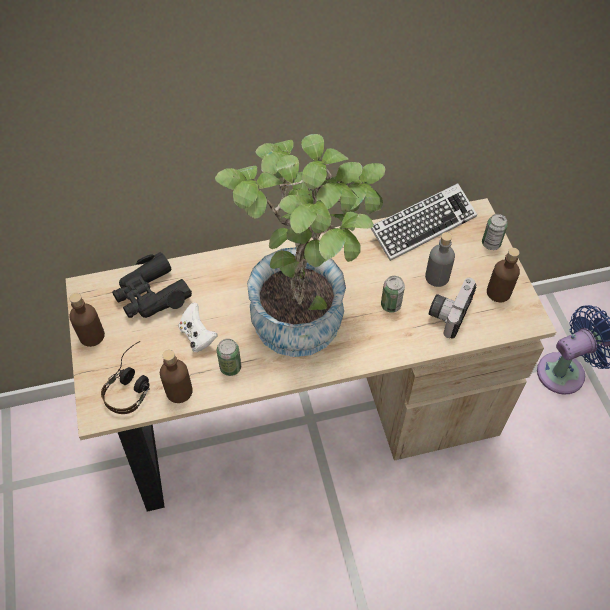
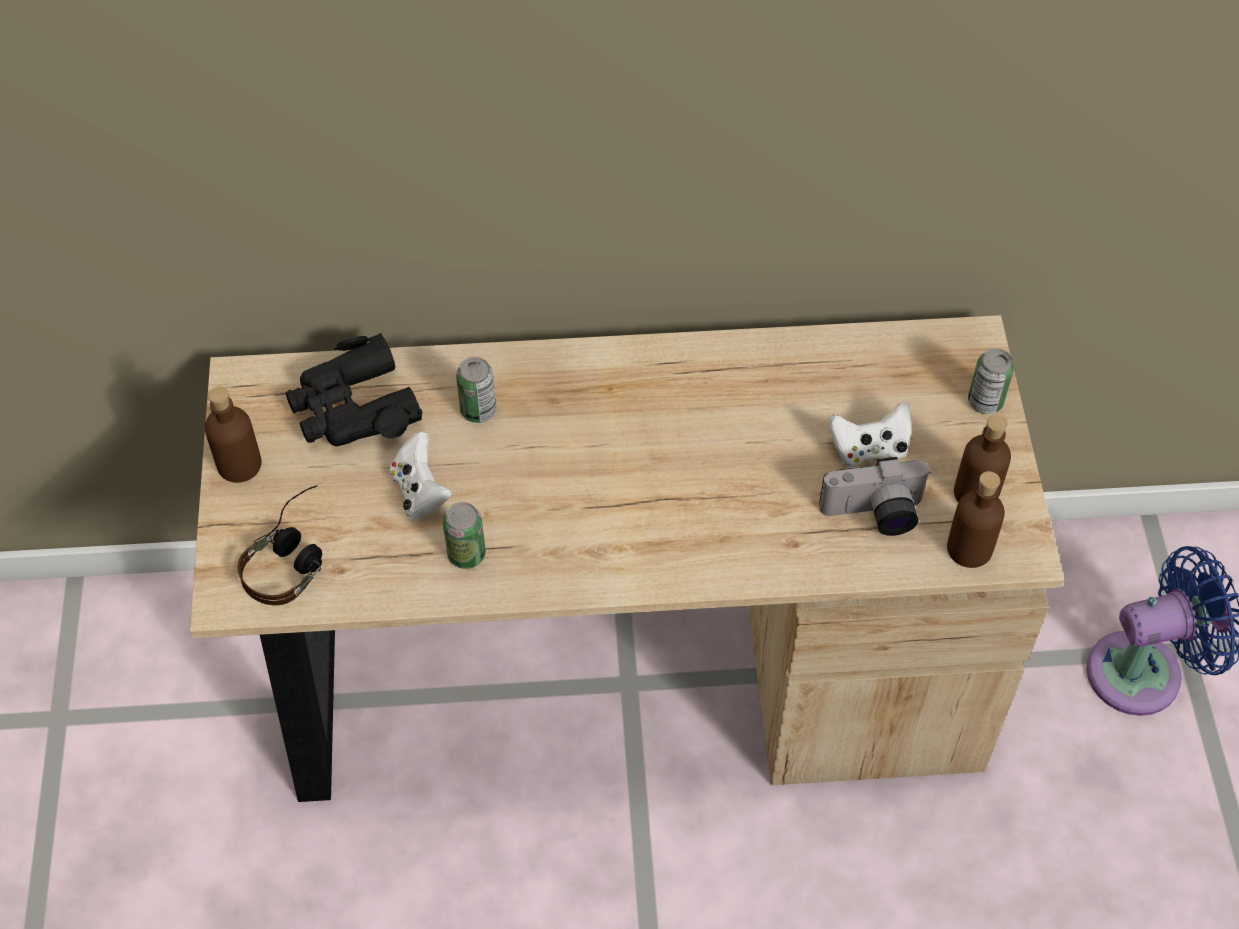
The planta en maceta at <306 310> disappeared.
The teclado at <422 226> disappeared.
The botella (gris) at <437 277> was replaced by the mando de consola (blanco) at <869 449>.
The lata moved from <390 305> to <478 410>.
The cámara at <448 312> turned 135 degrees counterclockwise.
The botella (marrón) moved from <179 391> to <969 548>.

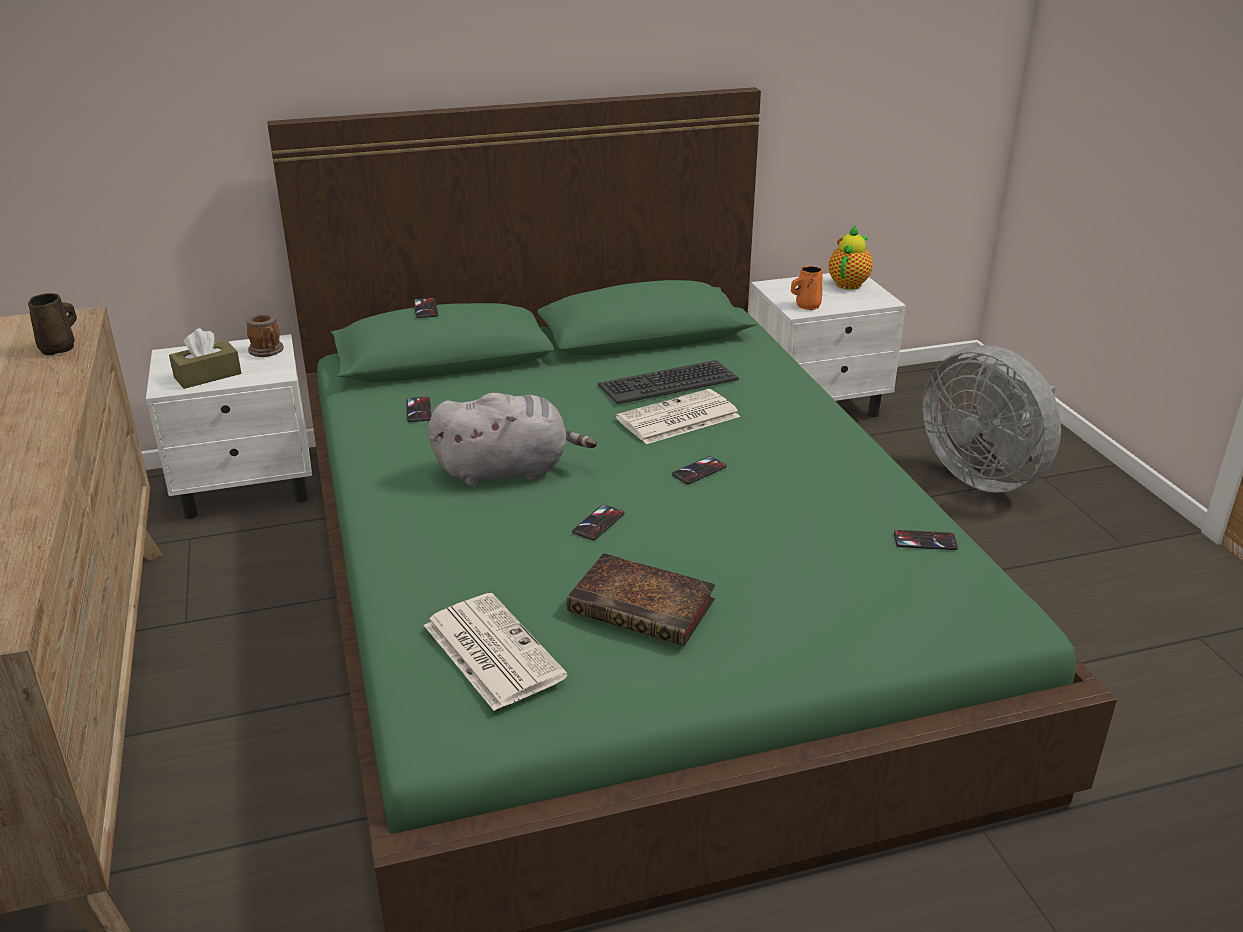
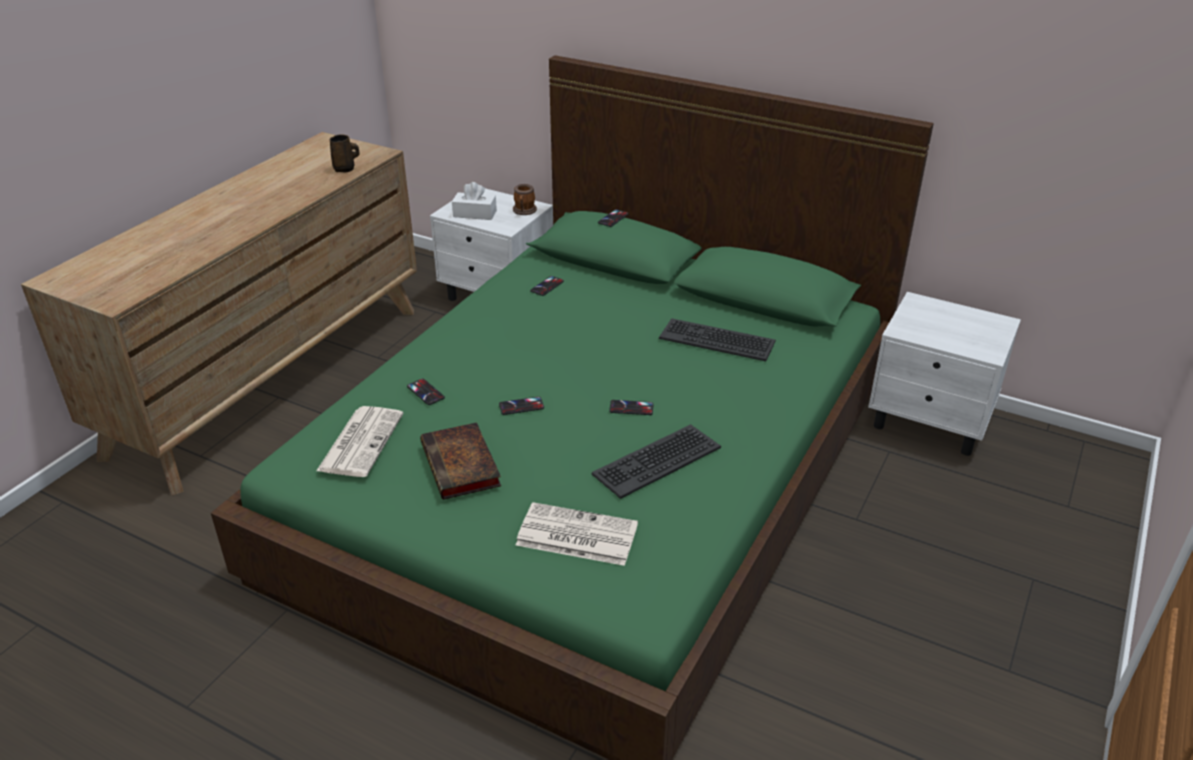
The tetera at <849 283> disappeared.
The taza grande (naranja) at <806 306> disappeared.
The caja de pañuelos (marrón) at <207 375> became the caja de pañuelos (blanco) at <475 214>.
The ventilador (gris) at <984 475> disappeared.
The periódico moved from <677 419> to <575 535>.
The peluche (gris) at <508 471> disappeared.
The móvil moved from <925 541> to <425 392>.
The teclado at <656 461> appeared.

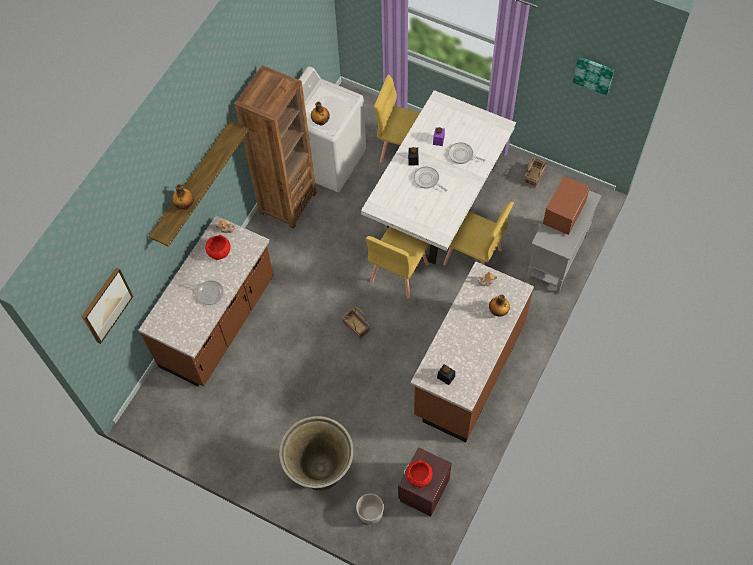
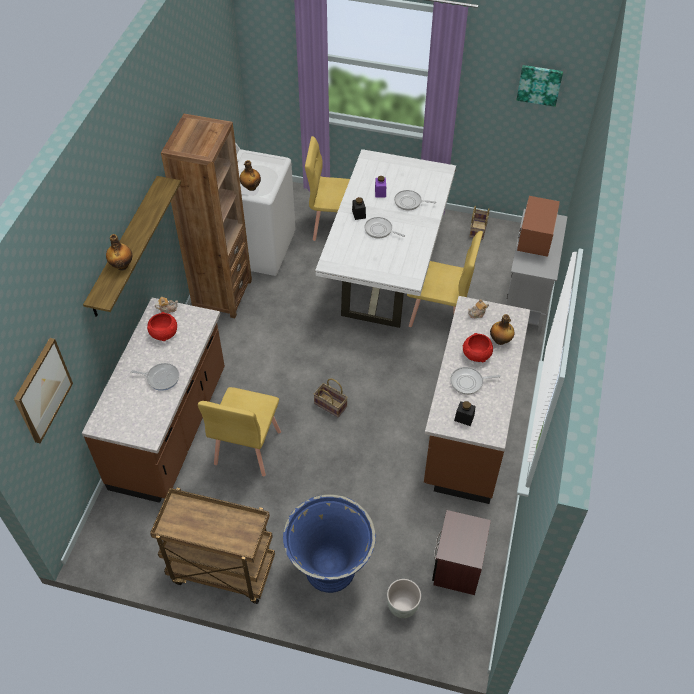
The silla (amarillo) moved from <398 272> to <247 448>.
The maceta (gris) at <320 472> became the maceta (azul) at <330 570>.
The cuenco (rojo) moved from <419 476> to <476 354>.
The sartén at <468 382> appeared.
The carrito (marrón) at <221 571> appeared.

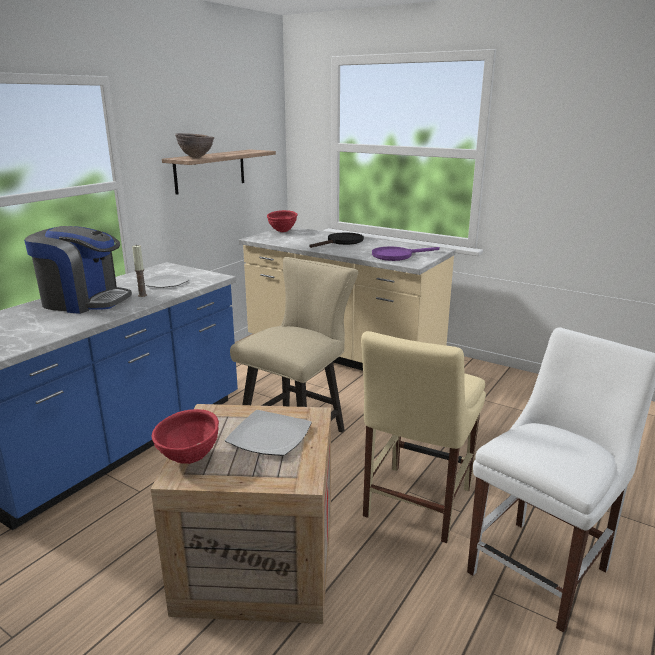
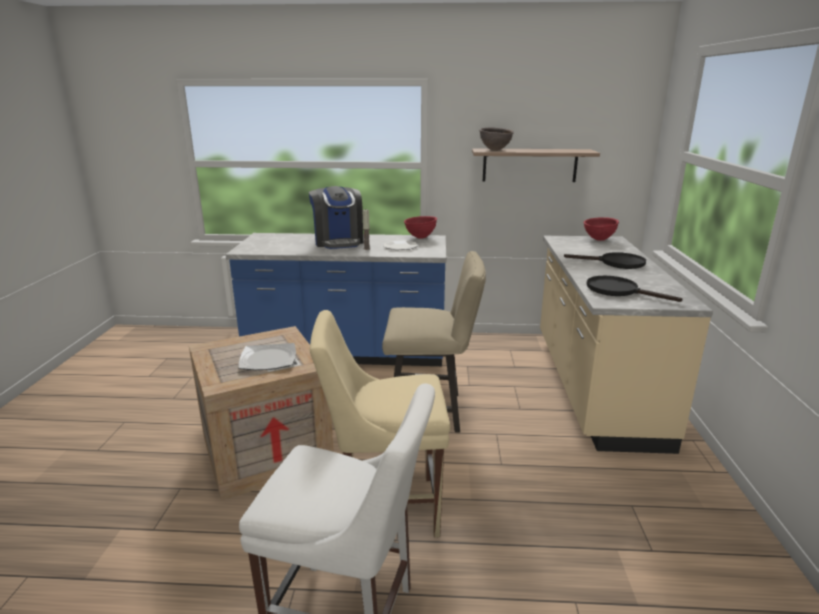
The sartén (morado) at <397 256> became the sartén (negro) at <619 291>.
The cuenco (rojo) moved from <189 459> to <420 237>.

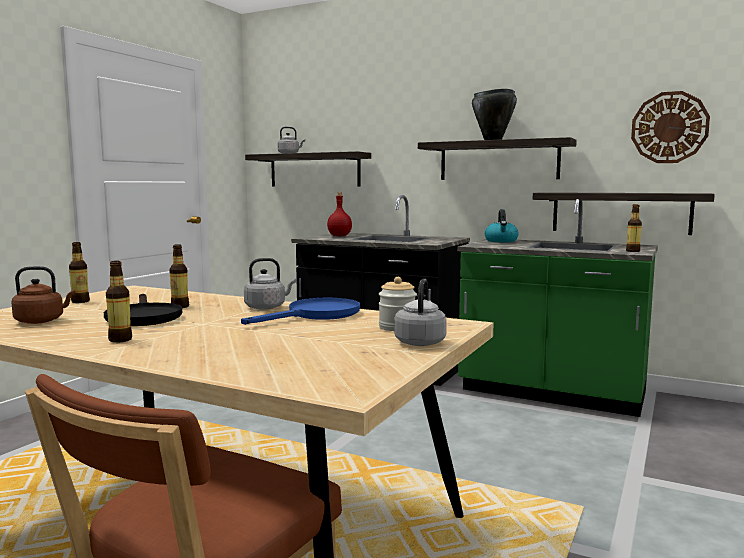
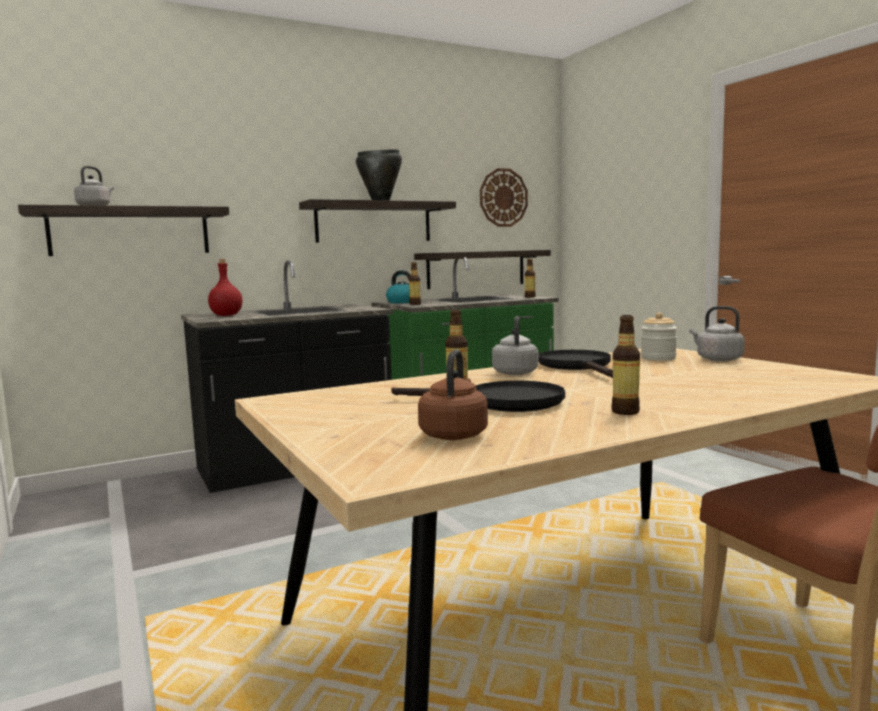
The botella moved from <80 301> to <415 304>.
The sartén (azul) at <316 315> became the sartén (negro) at <578 366>.

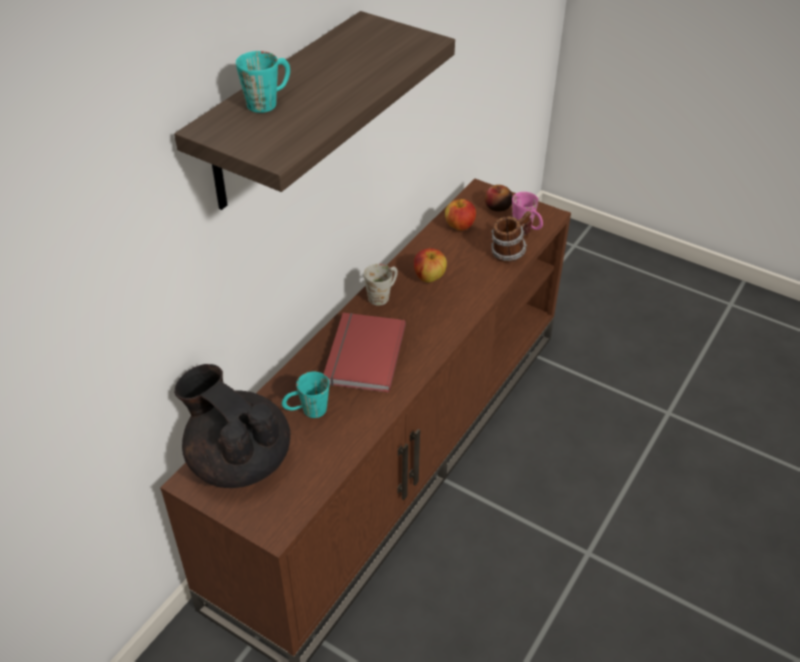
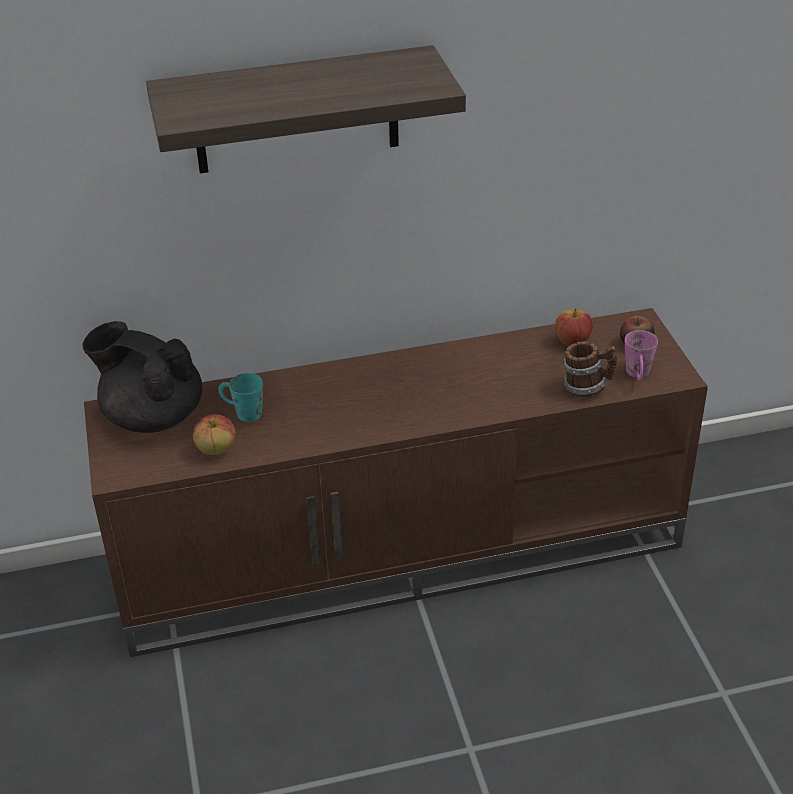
The taza grande (turquesa) at <269 101> disappeared.
The manzana moved from <429 277> to <216 449>.
The taza grande (blanco) at <383 295> disappeared.
The libro (rojo) at <362 354> disappeared.
The tetera (negro) at <238 460> turned 60 degrees counterclockwise.

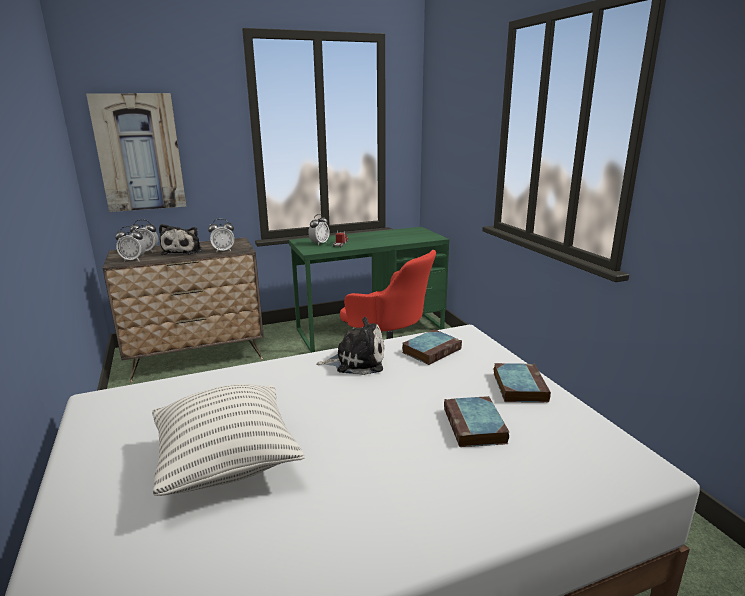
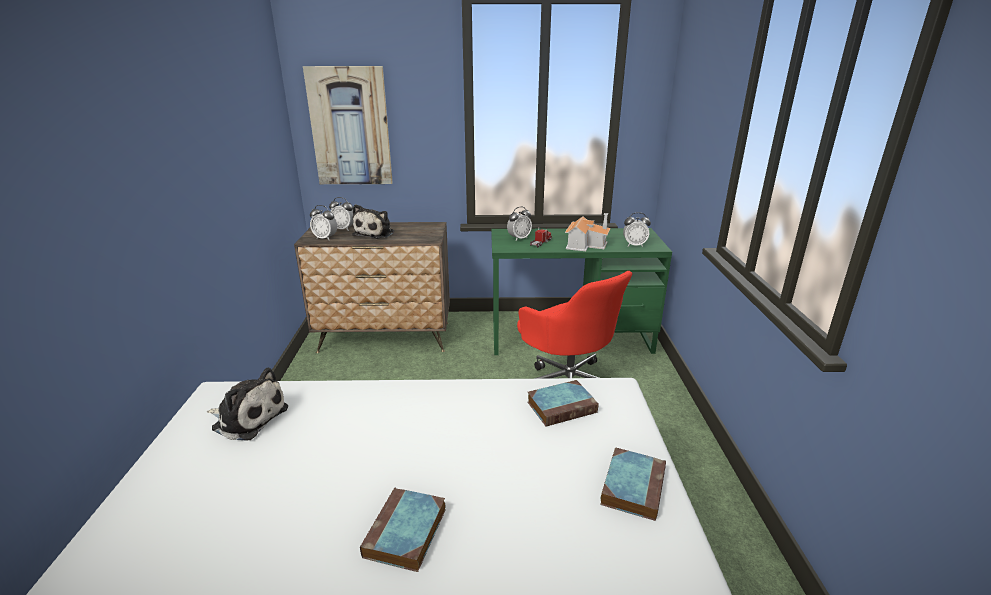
The despertador moved from <223 251> to <634 245>.
The peluche moved from <356 361> to <248 417>.
The cojín at <227 463> disappeared.
The libro moved from <475 427> to <405 534>.
The casita at <586 244> appeared.

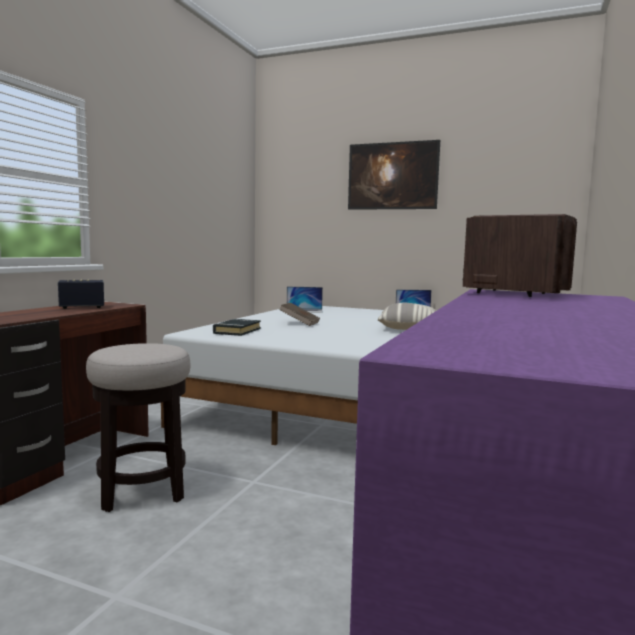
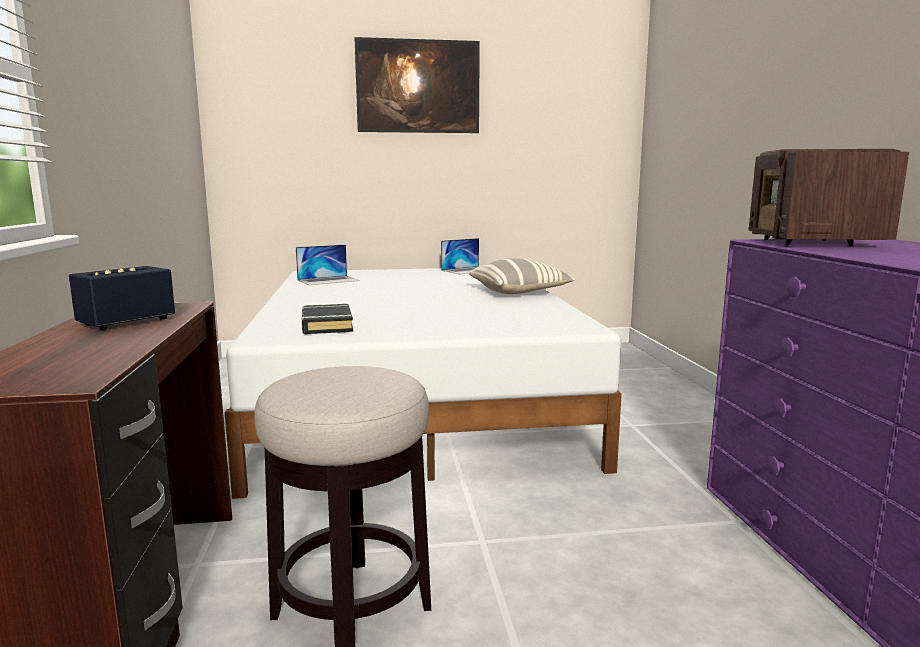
The libro (marrón) at <299 323> disappeared.

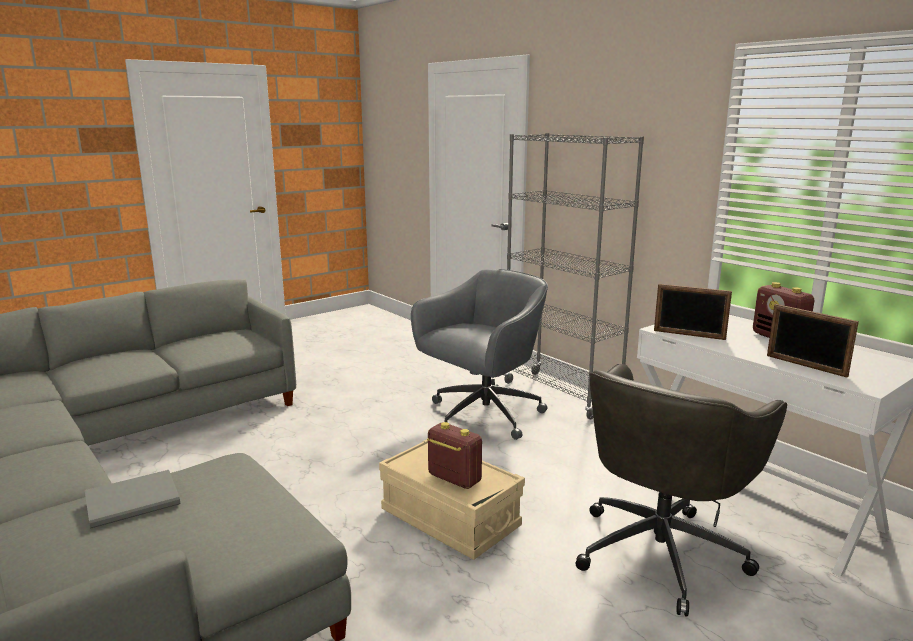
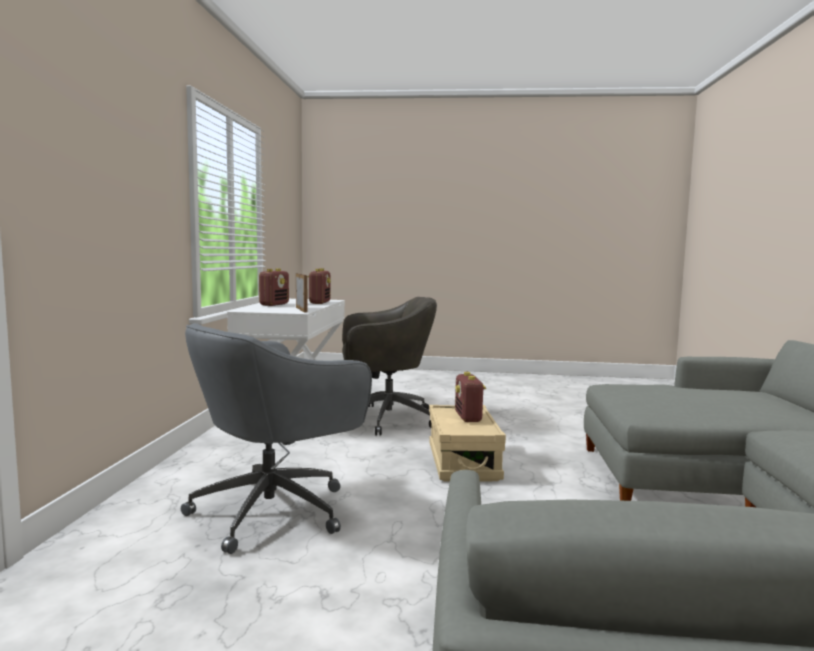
The estantería (gris) at <561 395> disappeared.
The silla de oficina (gris) at <482 416> turned 45 degrees counterclockwise.
The portarretratos at <805 366> was replaced by the radio at <319 302>.
The libro (gris) at <136 501> disappeared.

